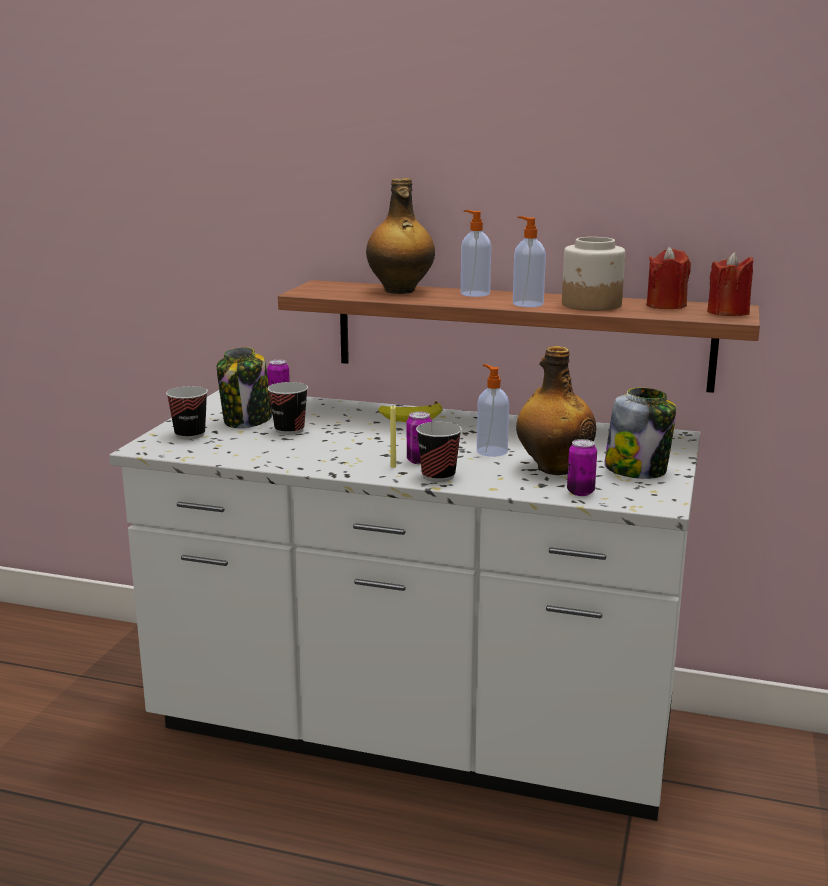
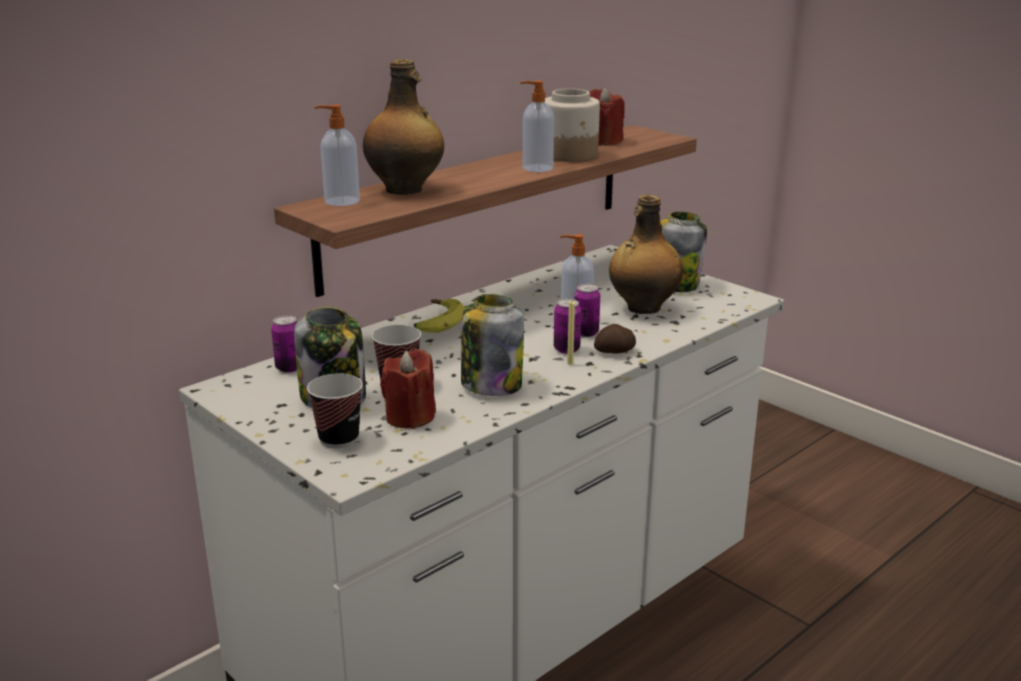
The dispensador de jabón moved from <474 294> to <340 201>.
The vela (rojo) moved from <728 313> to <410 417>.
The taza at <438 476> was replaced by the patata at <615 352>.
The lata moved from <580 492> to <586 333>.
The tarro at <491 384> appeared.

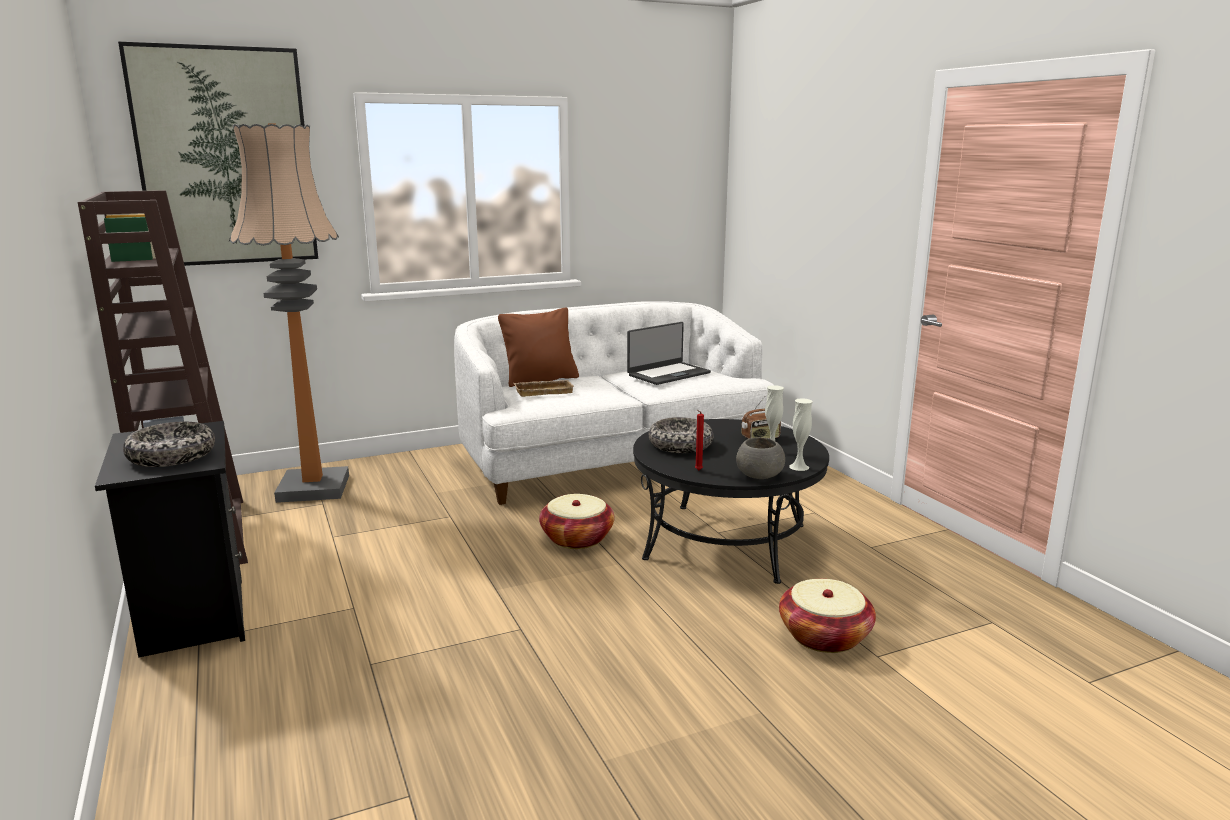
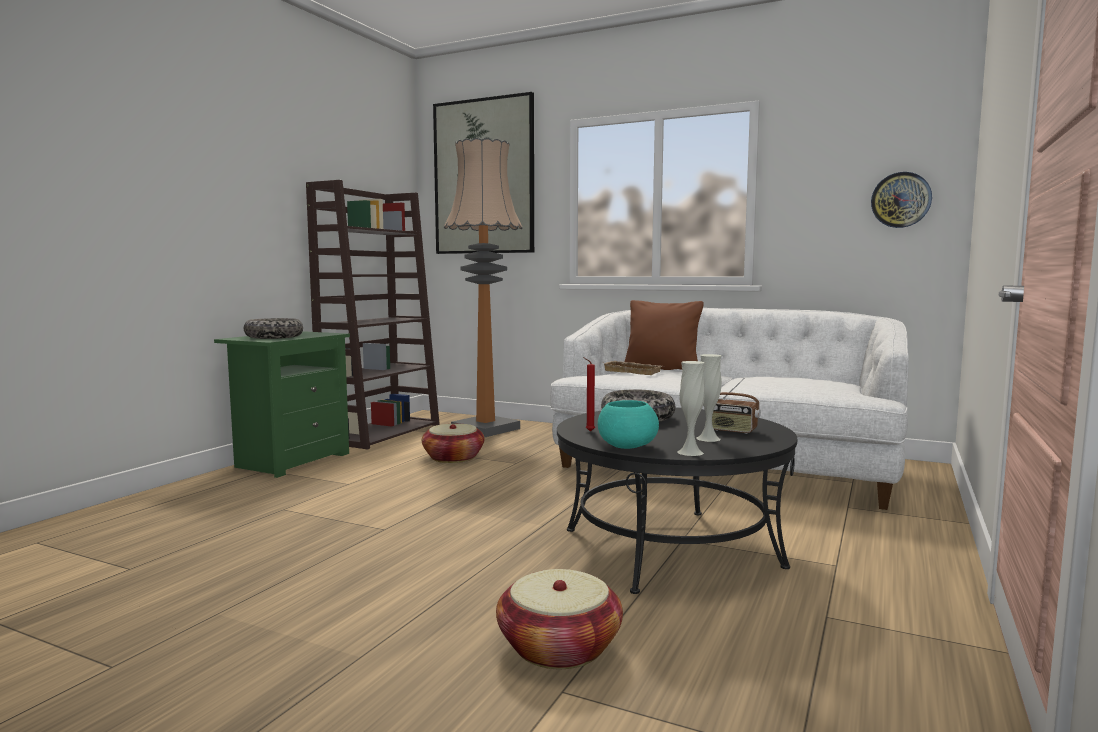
The portátil at <668 374> disappeared.
The mesita de noche (negro) at <193 615> became the mesita de noche (verde) at <291 460>.
The cuenco (gris) at <758 476> became the cuenco (turquesa) at <626 446>.
The cesta moved from <577 538> to <453 458>.
The reloj de pared at <901 200> appeared.

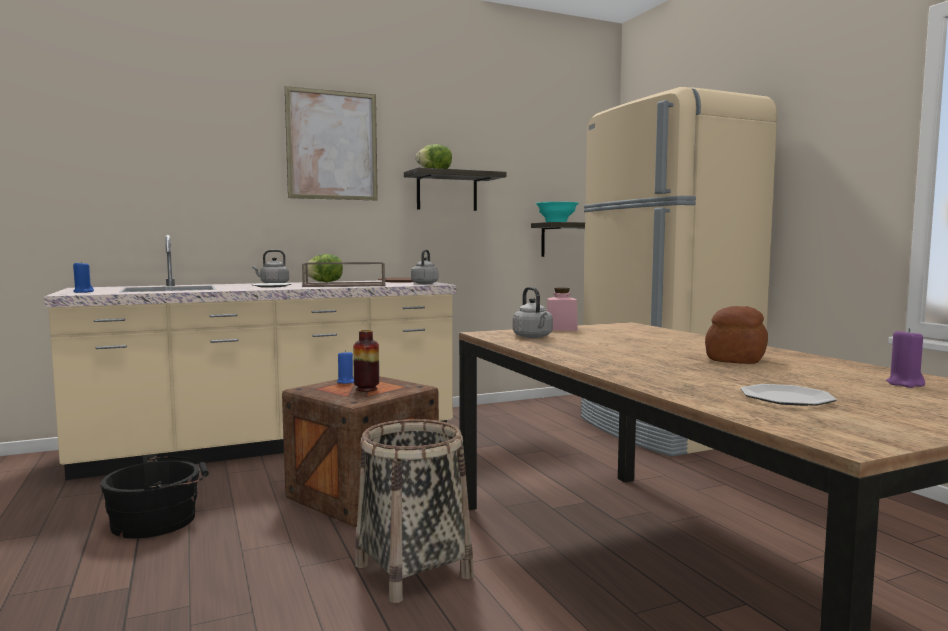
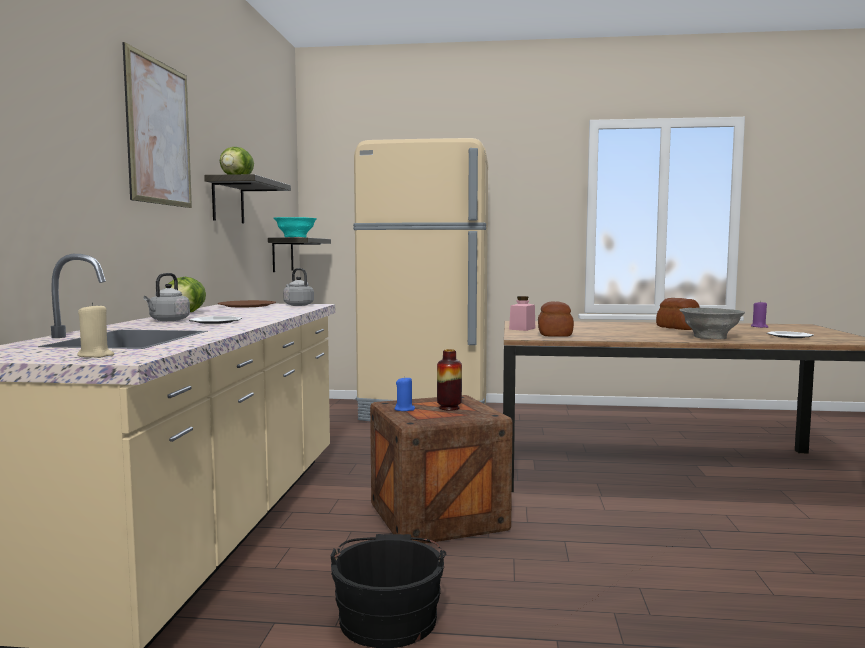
The vela (azul) at <83 292> became the vela (beis) at <95 355>.
The bandeja (marrón) at <345 285> disappeared.
The hervidor (gris) at <533 337> was replaced by the pan at <555 334>.
The cesta at <413 571> disappeared.
The cuenco (gris) at <710 337> appeared.

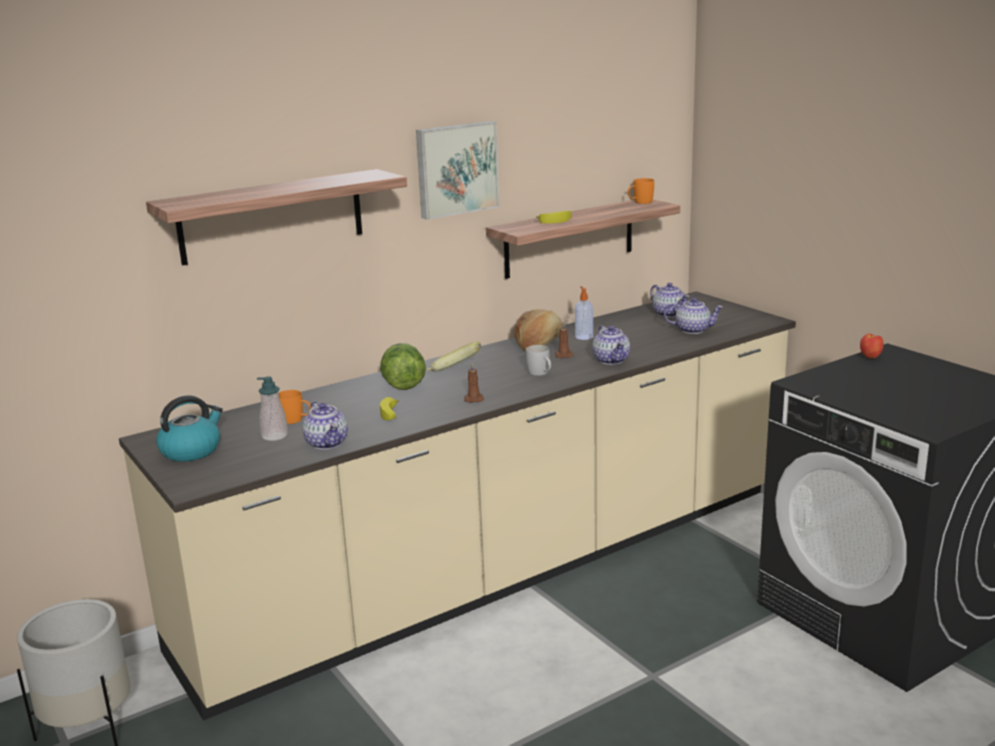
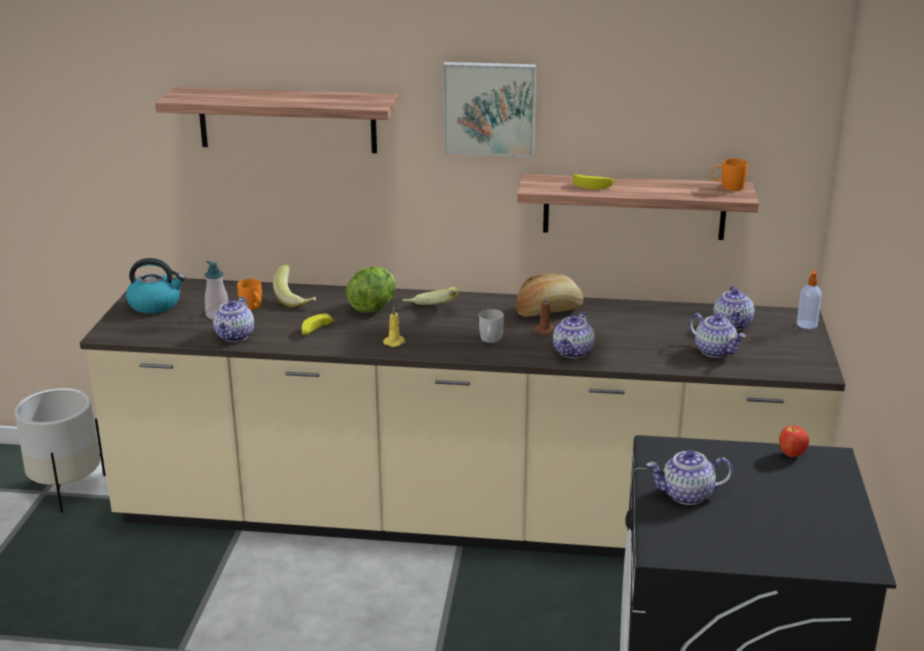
The dispensador de jabón moved from <583 336> to <807 324>.
The vela (marrón) at <473 399> became the vela (amarillo) at <395 342>.
The plátano at <296 300> appeared.
The tetera at <686 495> appeared.

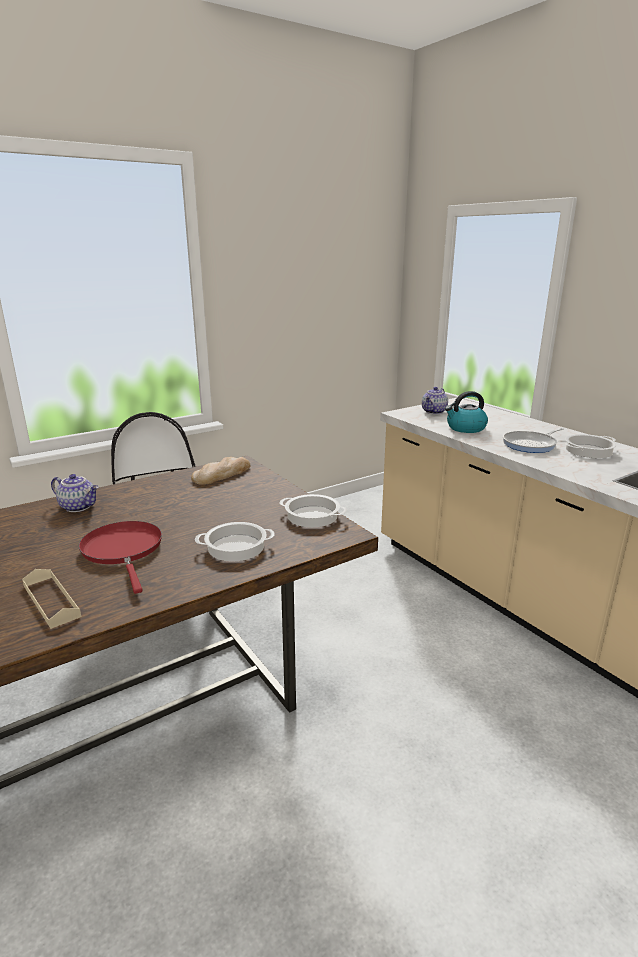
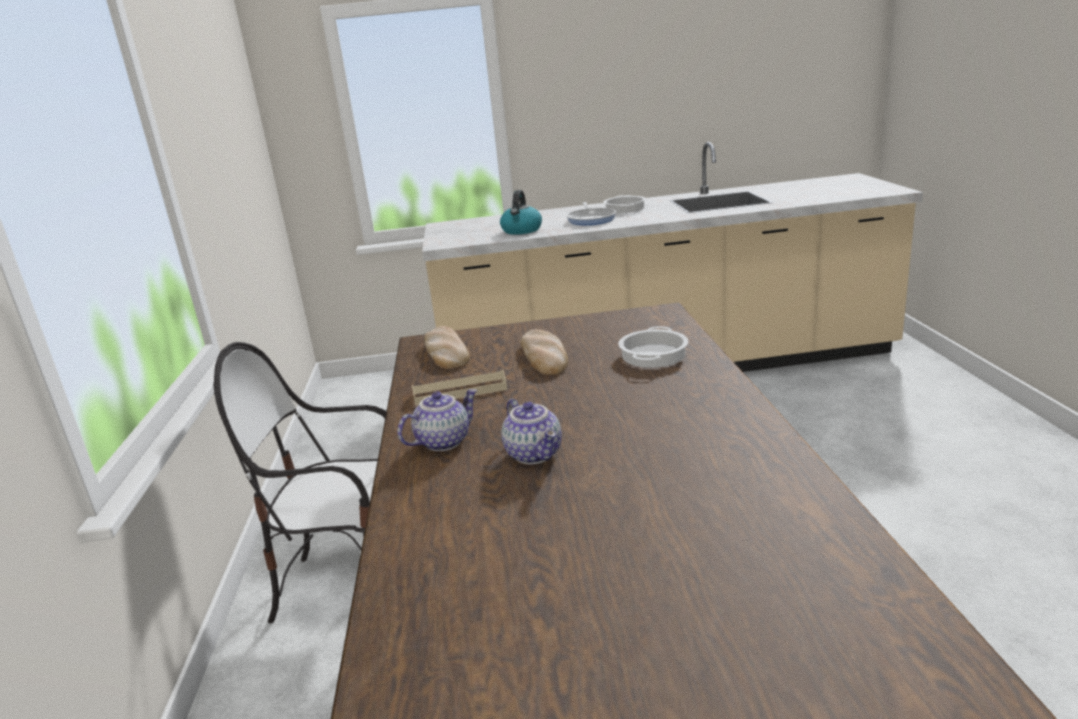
The tetera moved from <434 412> to <535 454>.
The olla at <311 516> disappeared.
The sartén (rojo) at <123 550> disappeared.
The bandeja (beis) moved from <51 601> to <460 391>.
The pan at <545 357> appeared.

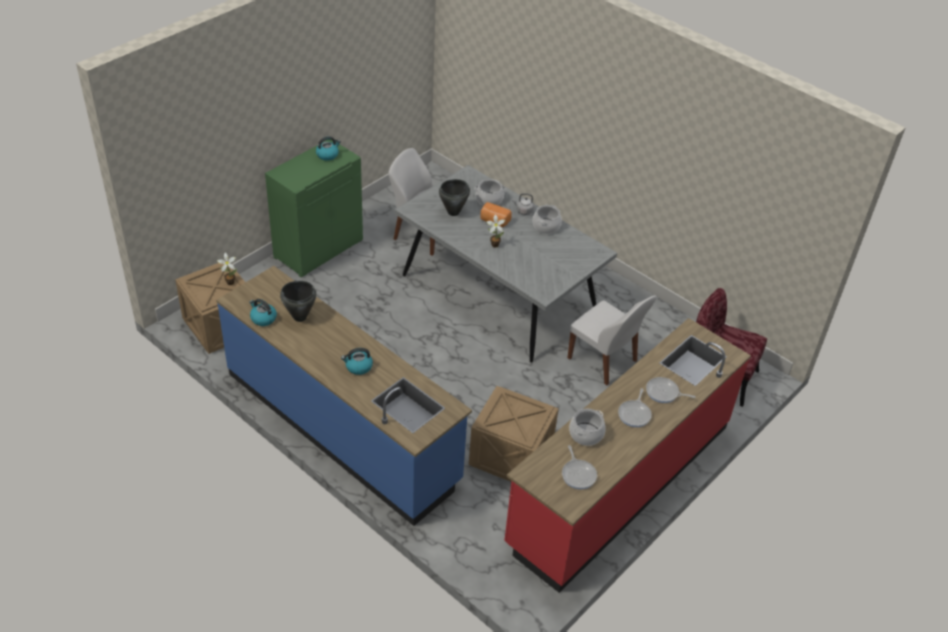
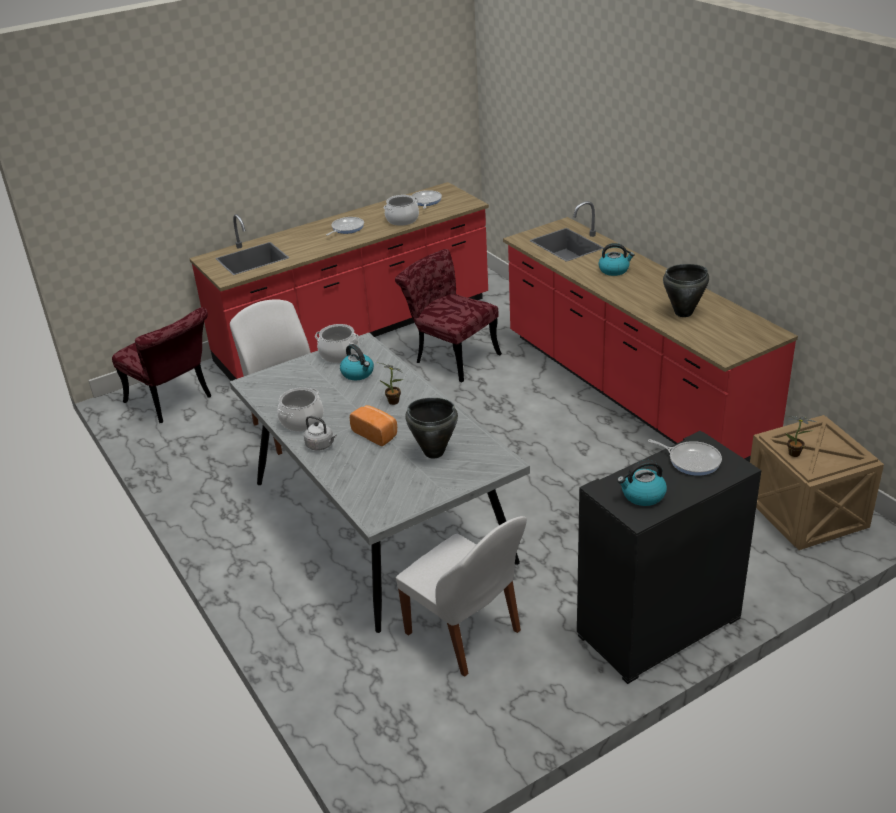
The armario (verde) at <318 248> became the armario (negro) at <659 628>.
The olla moved from <489 200> to <339 354>.
The mueble bajo de cocina (azul) at <342 426> became the mueble bajo de cocina (rojo) at <630 392>.
The hervidor moved from <263 318> to <358 373>.
The sartén moved from <664 393> to <691 460>.
The caja de embalaje at <512 456> was replaced by the silla (rojo) at <450 356>.

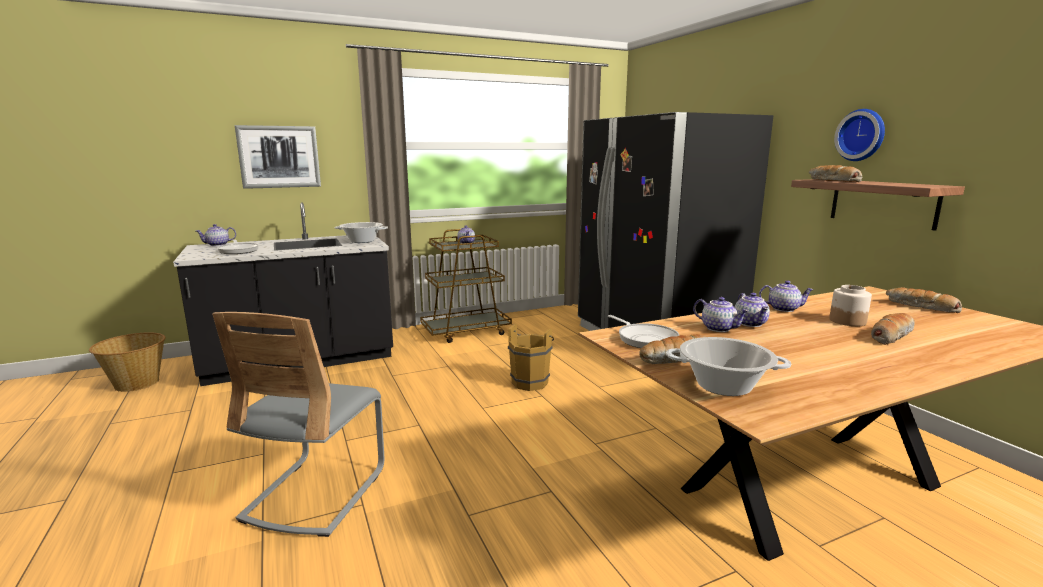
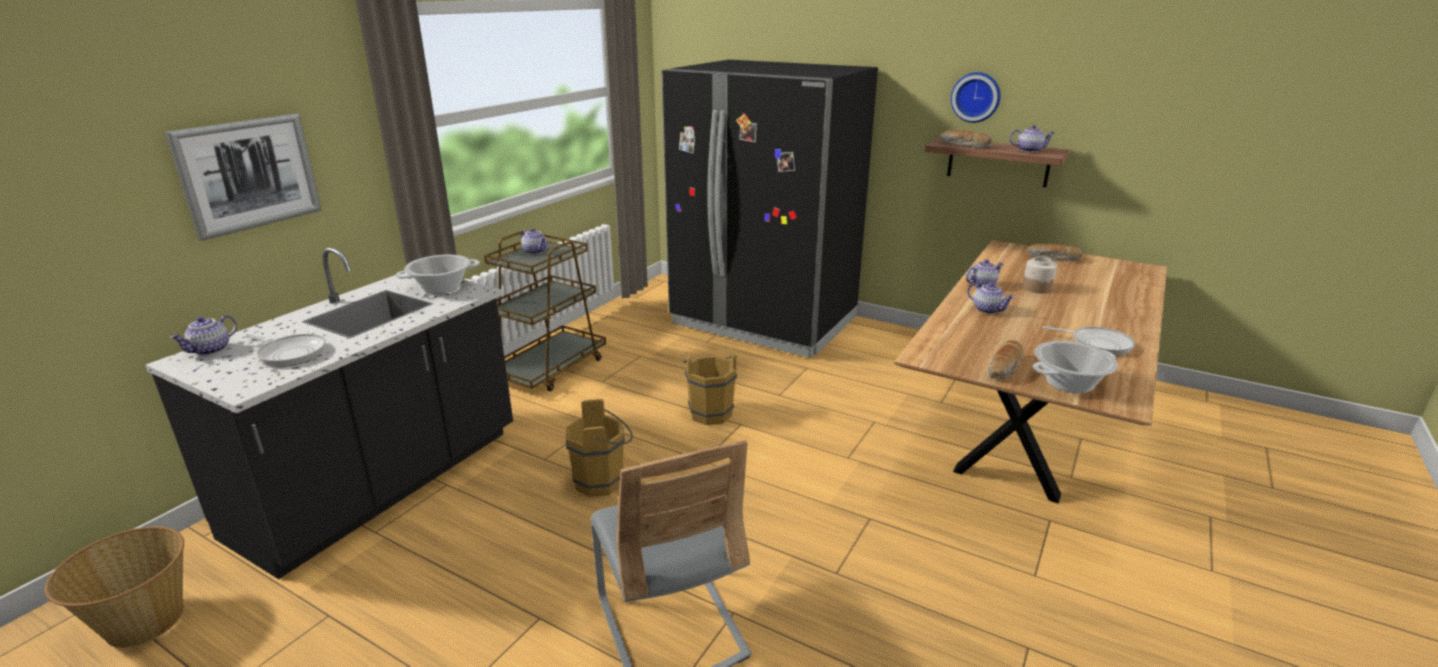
The tetera moved from <719 328> to <1029 150>.
The pan at <891 335> disappeared.
The sartén moved from <645 339> to <1097 344>.
The cubo (marrón) at <603 481> appeared.

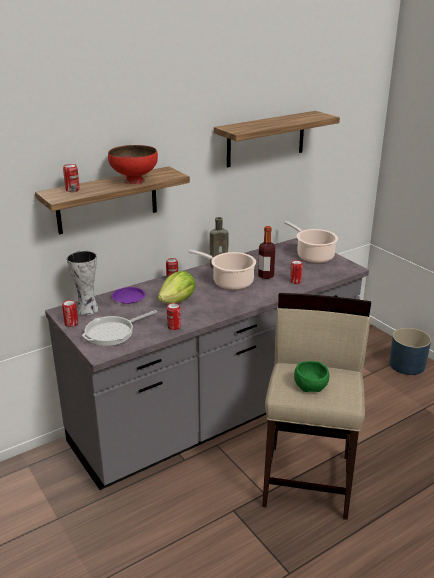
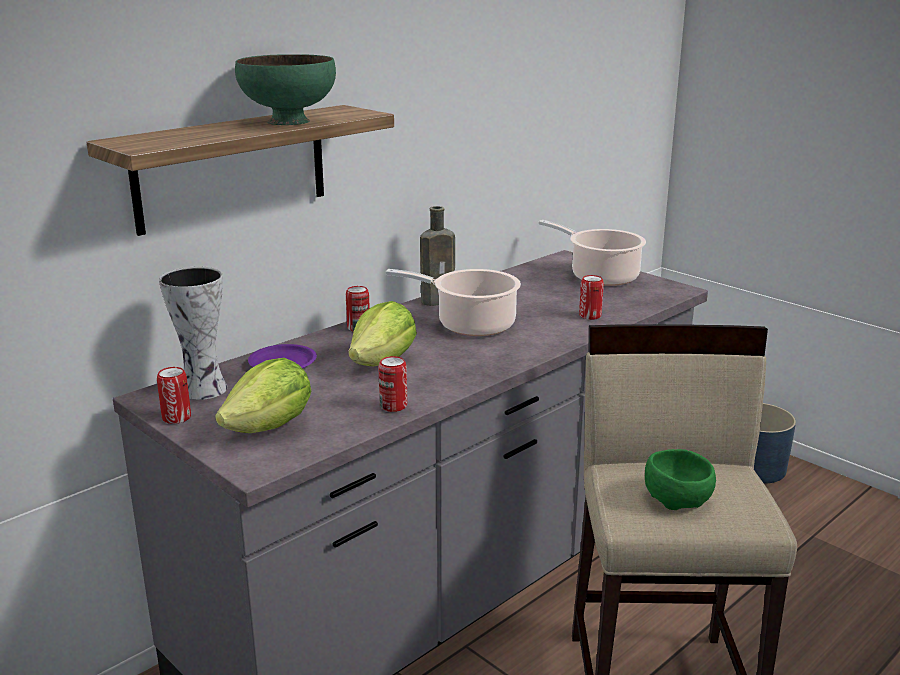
The estante at <266 139> disappeared.
The cuenco (rojo) at <134 180> became the cuenco (verde) at <290 121>.
The lata at <72 190> disappeared.
The botella at <265 276> disappeared.
The sartén at <113 332> was replaced by the lechuga at <270 427>.

